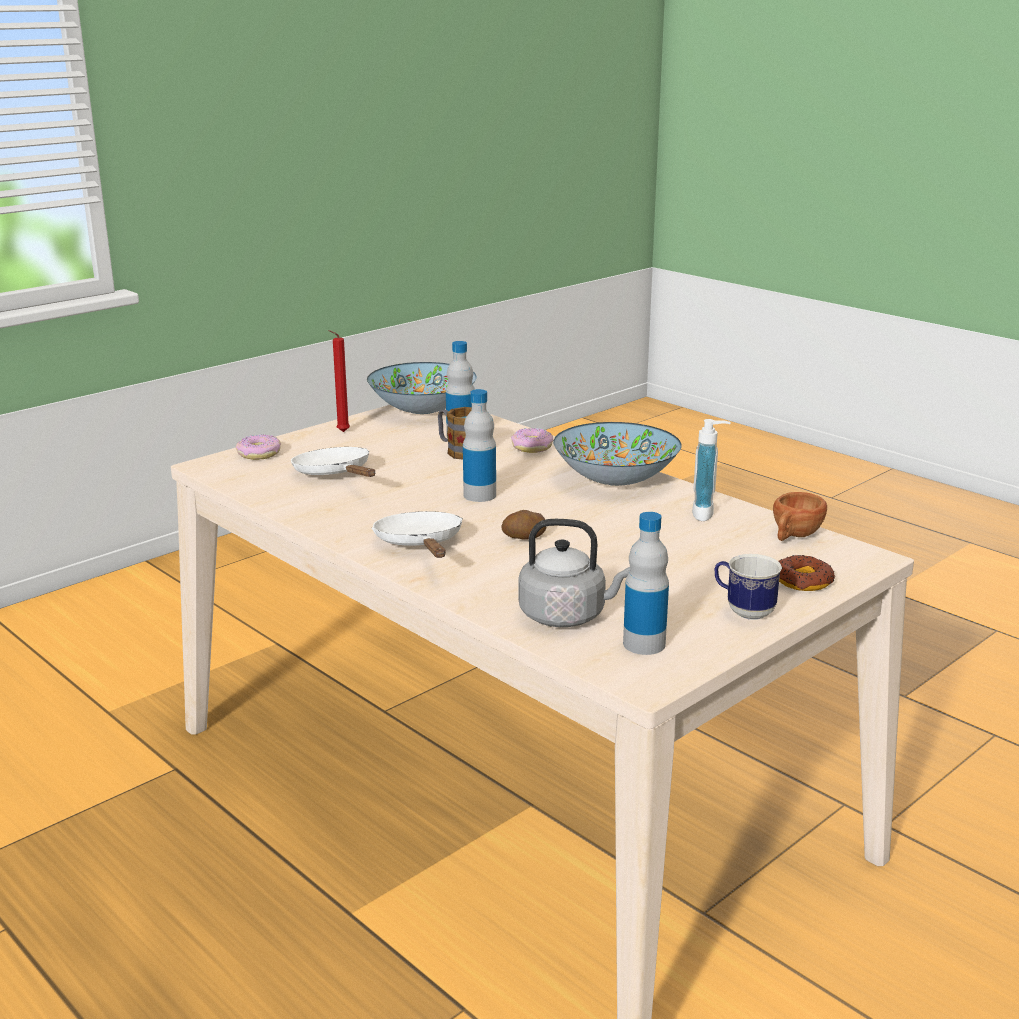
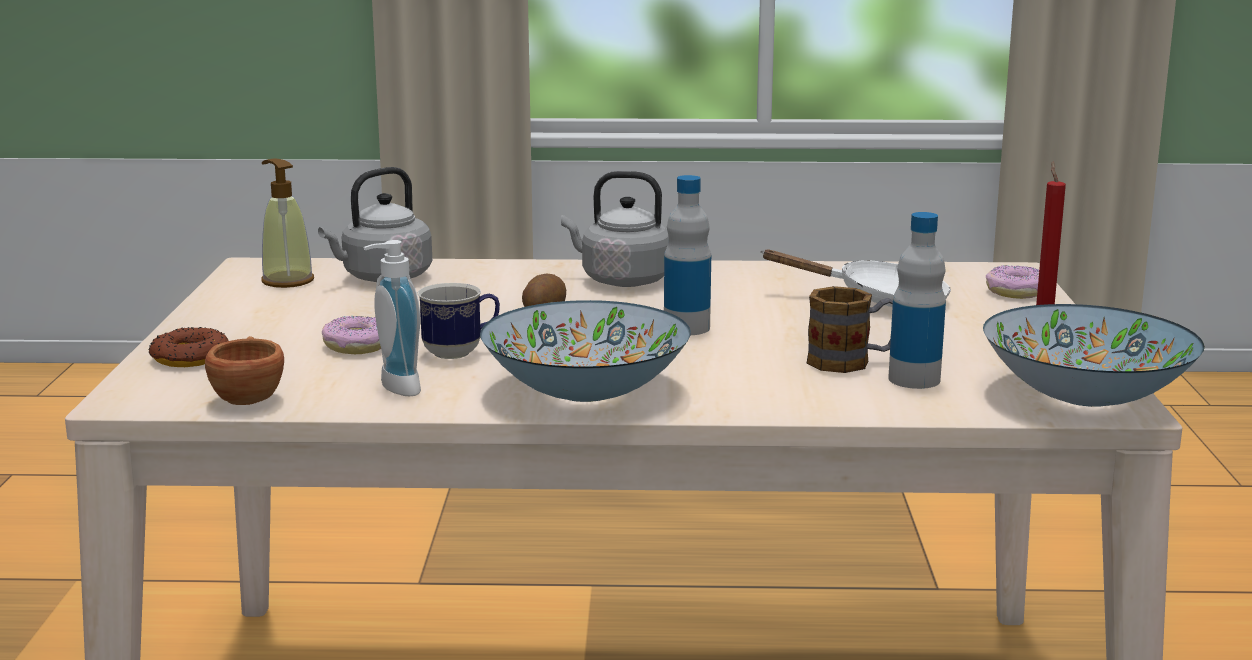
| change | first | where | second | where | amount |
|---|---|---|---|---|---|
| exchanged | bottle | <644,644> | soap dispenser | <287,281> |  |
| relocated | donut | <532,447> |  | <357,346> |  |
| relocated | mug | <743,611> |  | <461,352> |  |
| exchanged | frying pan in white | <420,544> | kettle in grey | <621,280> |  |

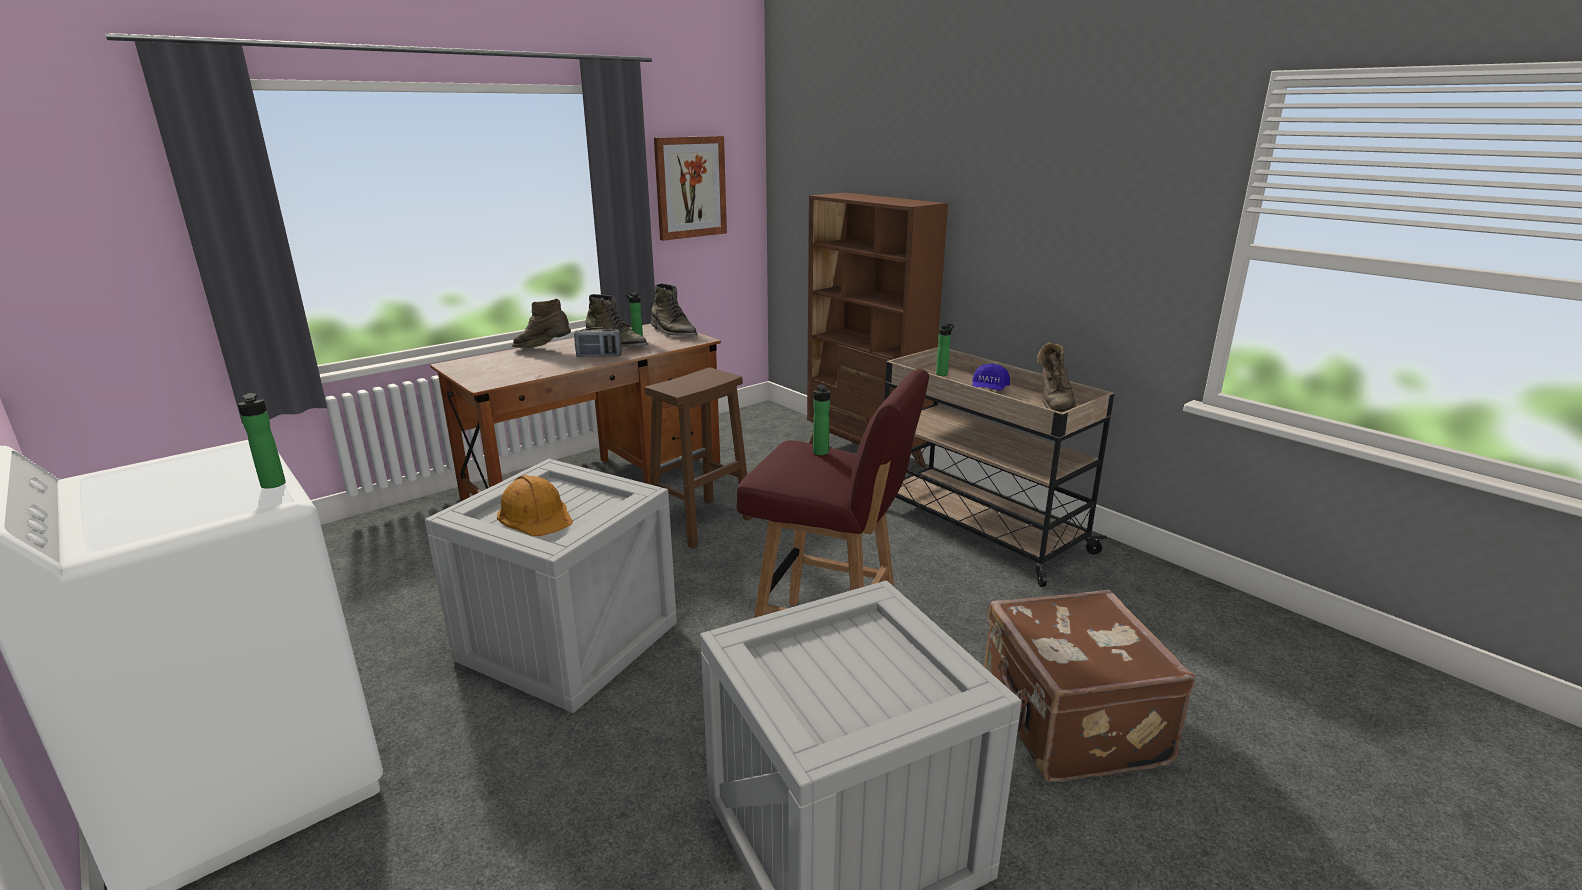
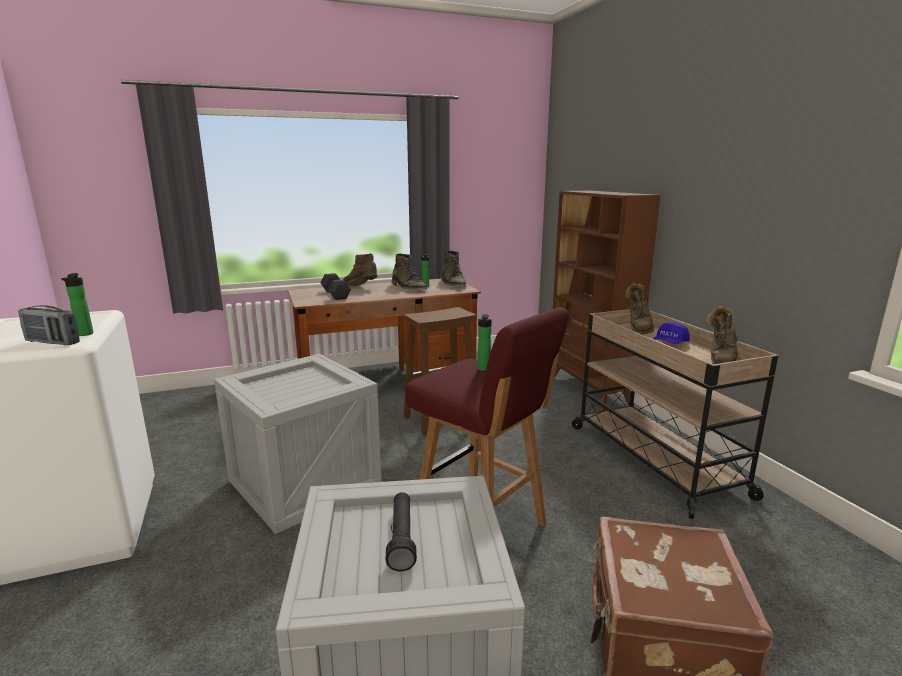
| change | first | where | second | where | amount |
|---|---|---|---|---|---|
| relocated | radio | <599,356> |  | <52,342> |  |
| appeared |  |  | dumbbell in grey | <335,294> |  |
| appeared |  |  | flashlight in black | <401,538> |  |
| exchanged | bottle | <943,374> | boot in brown | <638,328> |  |
| missing | hard hat in orange | <536,515> |  |  |  |
| missing | picture | <690,187> |  |  |  |

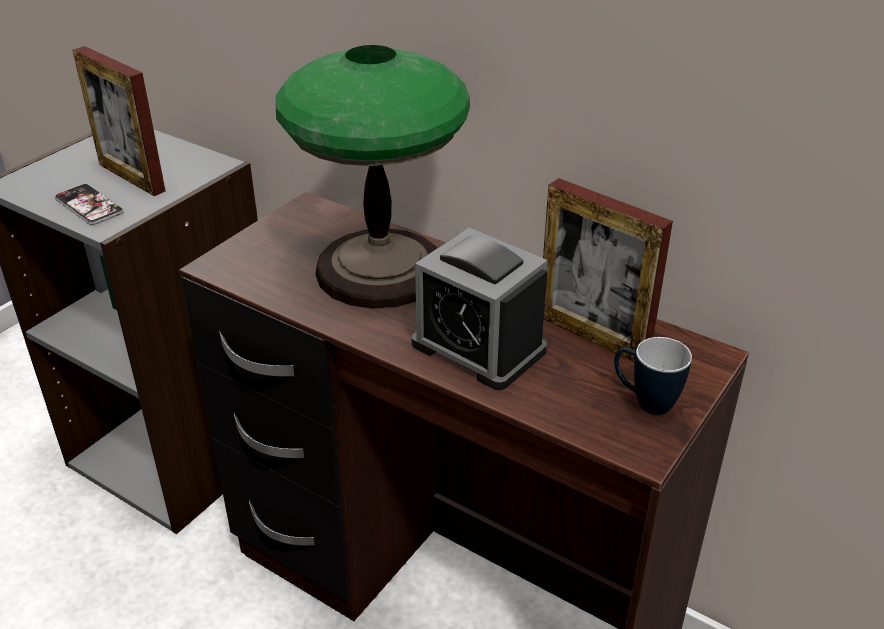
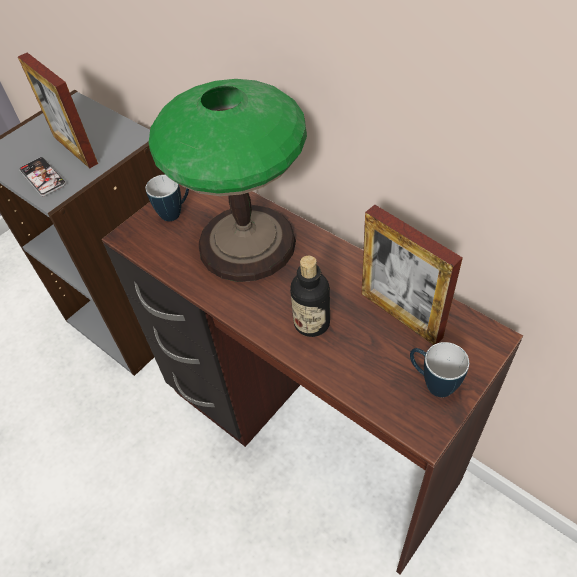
| change | first | where | second | where | amount |
|---|---|---|---|---|---|
| appeared |  |  | mug | <175,212> |  |
| exchanged | alarm clock | <478,347> | bottle | <312,323> |  |

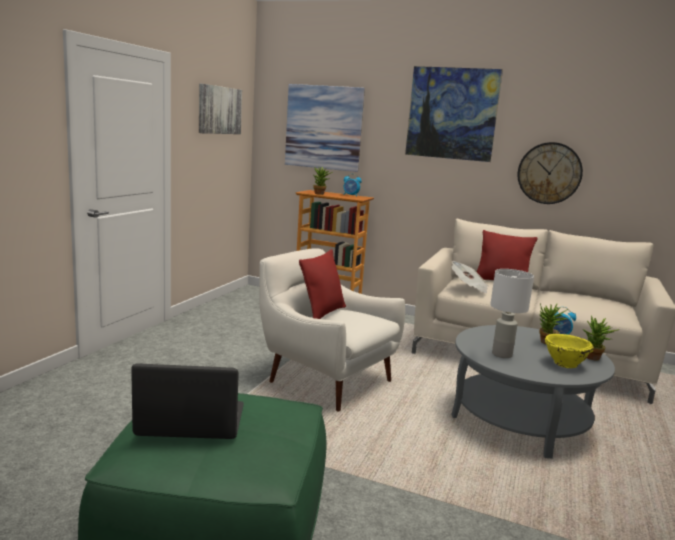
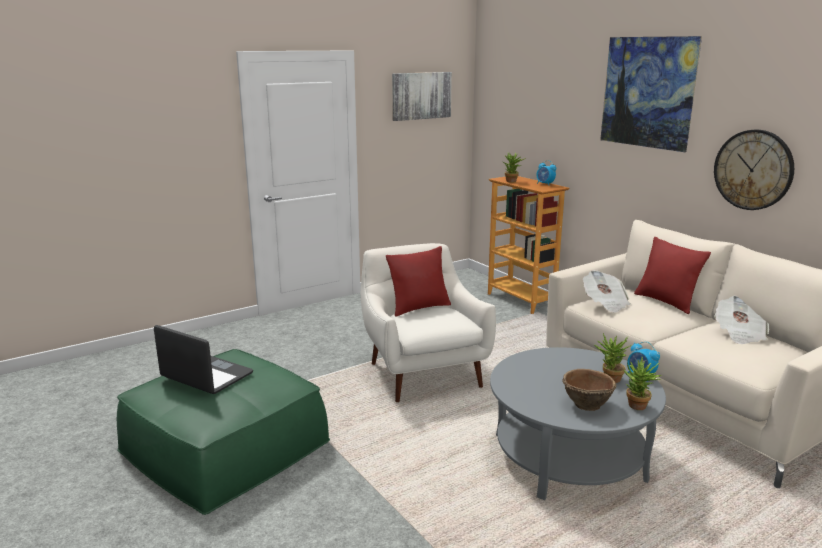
| change | first | where | second | where | amount |
|---|---|---|---|---|---|
| colour | bowl in yellow | <564,364> | bowl in brown | <586,404> |  |
| appeared |  |  | newspaper | <739,333> |  |
| missing | picture | <323,127> |  |  |  |
| missing | table lamp in white | <501,354> |  |  |  |

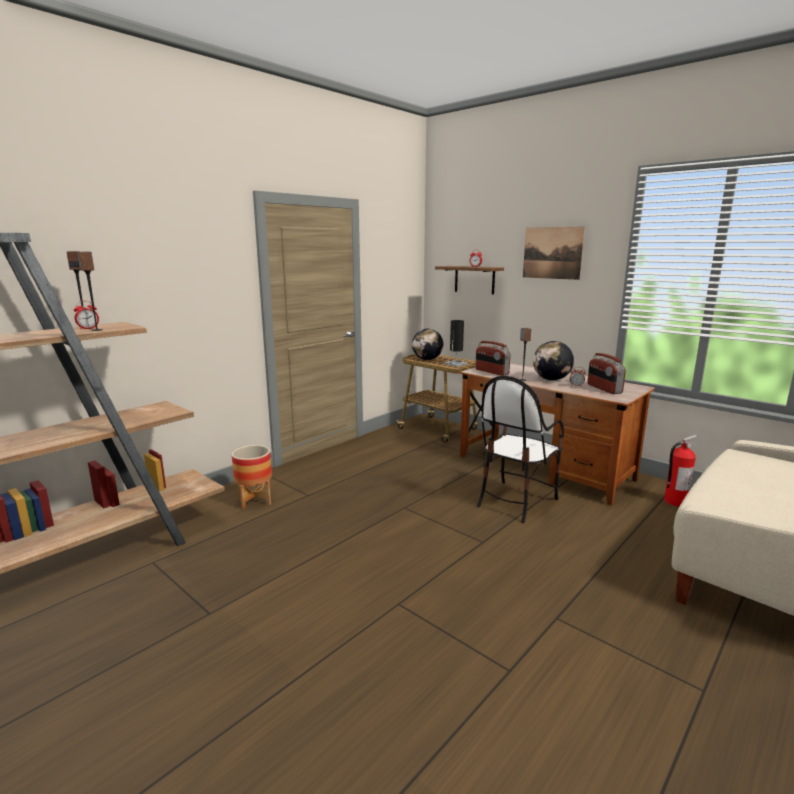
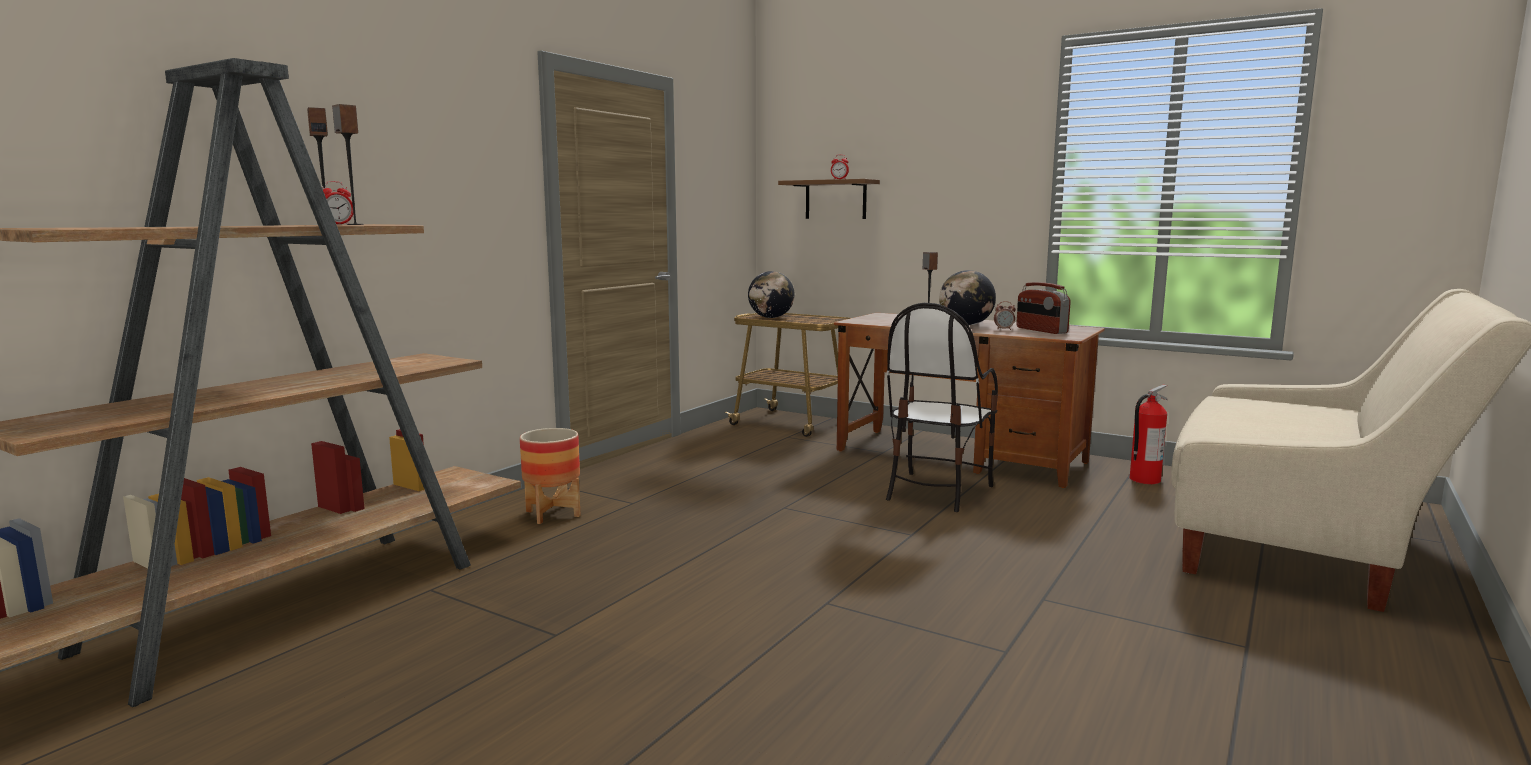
| change | first | where | second | where | amount |
|---|---|---|---|---|---|
| missing | table lamp in black | <455,364> |  |  |  |
| missing | radio | <491,372> |  |  |  |
| missing | picture | <552,253> |  |  |  |

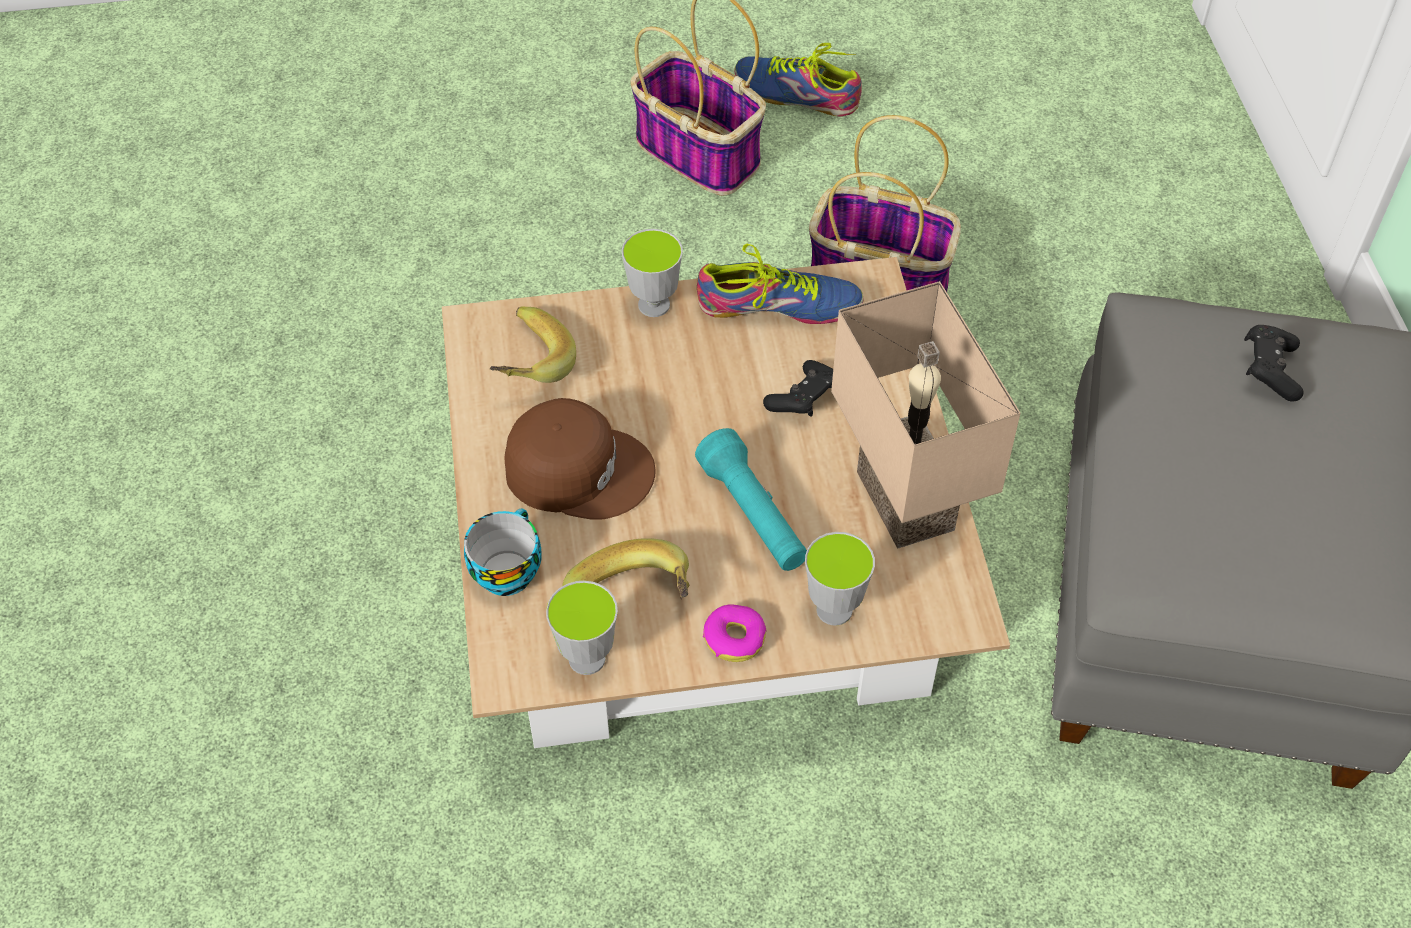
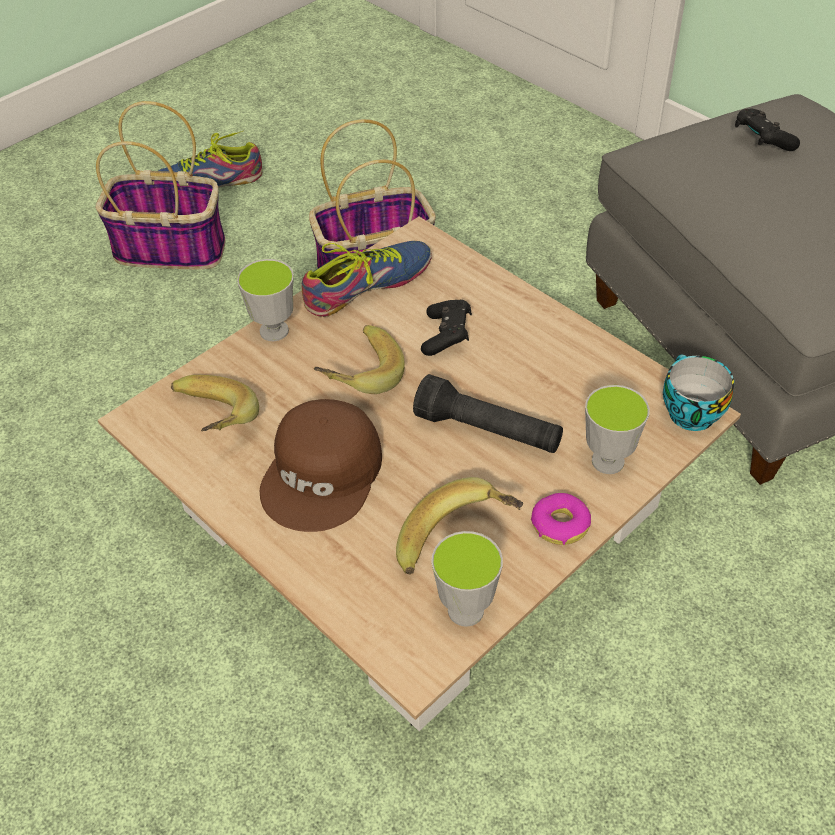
| change | first | where | second | where | amount |
|---|---|---|---|---|---|
| spun | cap in brown | <578,468> |  | <324,474> | 135 degrees clockwise |
| appeared |  |  | banana | <357,377> |  |
| colour | flashlight in turquoise | <753,515> | flashlight in black | <488,431> |  |
| relocated | cup | <506,570> |  | <688,412> |  |
| missing | table lamp in beige | <899,501> |  |  |  |

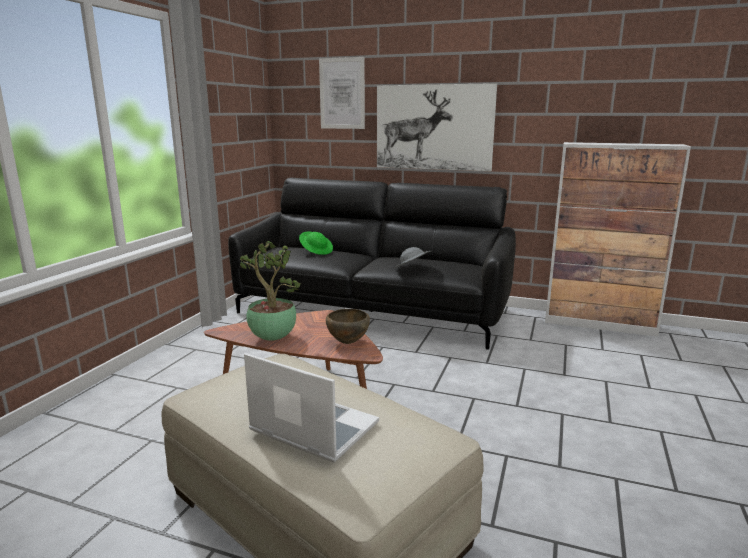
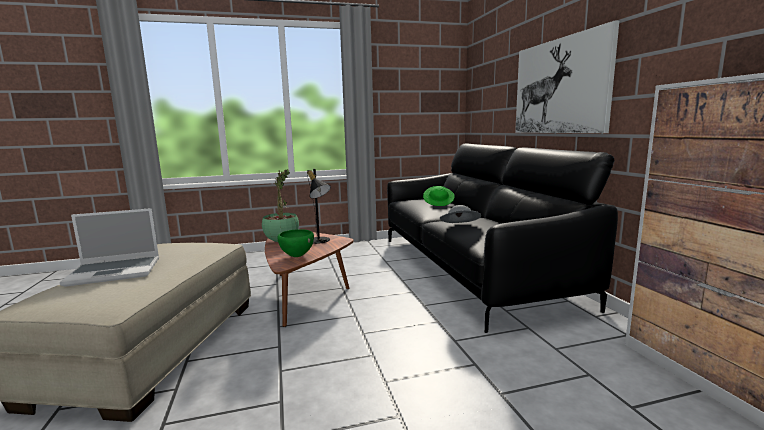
| change | first | where | second | where | amount |
|---|---|---|---|---|---|
| spun | laptop | <312,428> |  | <116,271> | 75 degrees clockwise |
| colour | bowl in brown | <347,342> | bowl in green | <296,256> |  |
| appeared |  |  | table lamp in black | <320,241> |  |
| missing | picture | <342,93> |  |  |  |

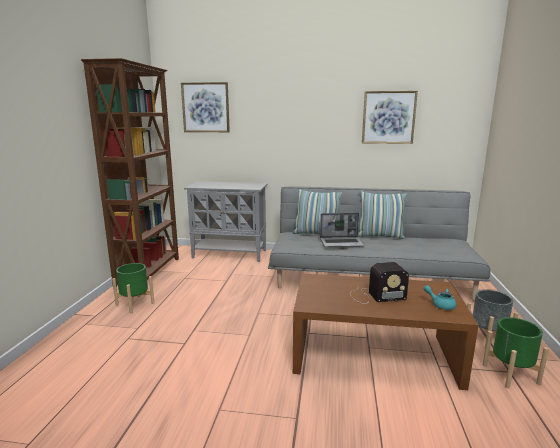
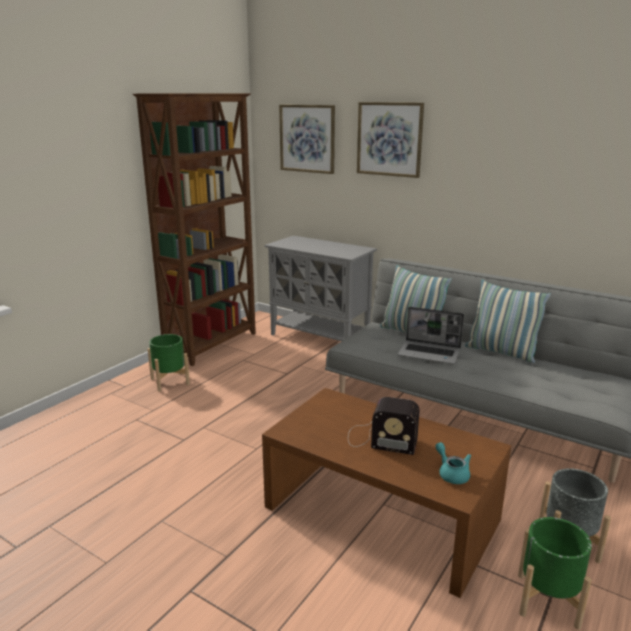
| change | first | where | second | where | amount |
|---|---|---|---|---|---|
| relocated | picture | <388,117> |  | <389,139> |  |

